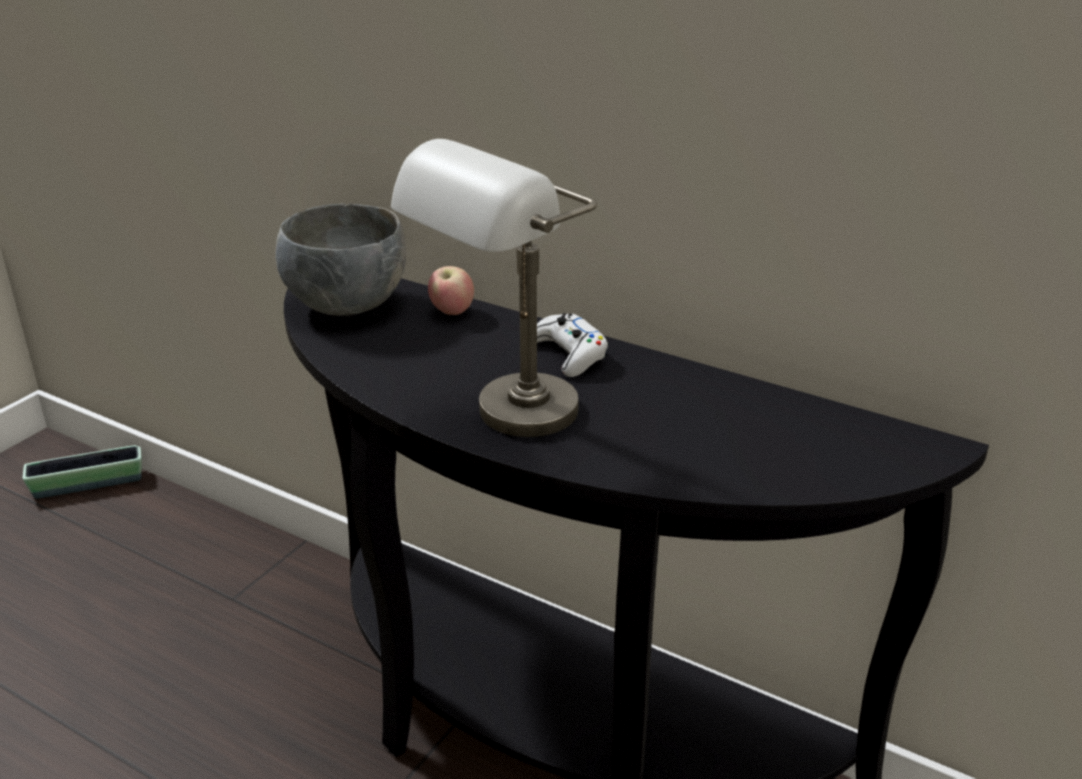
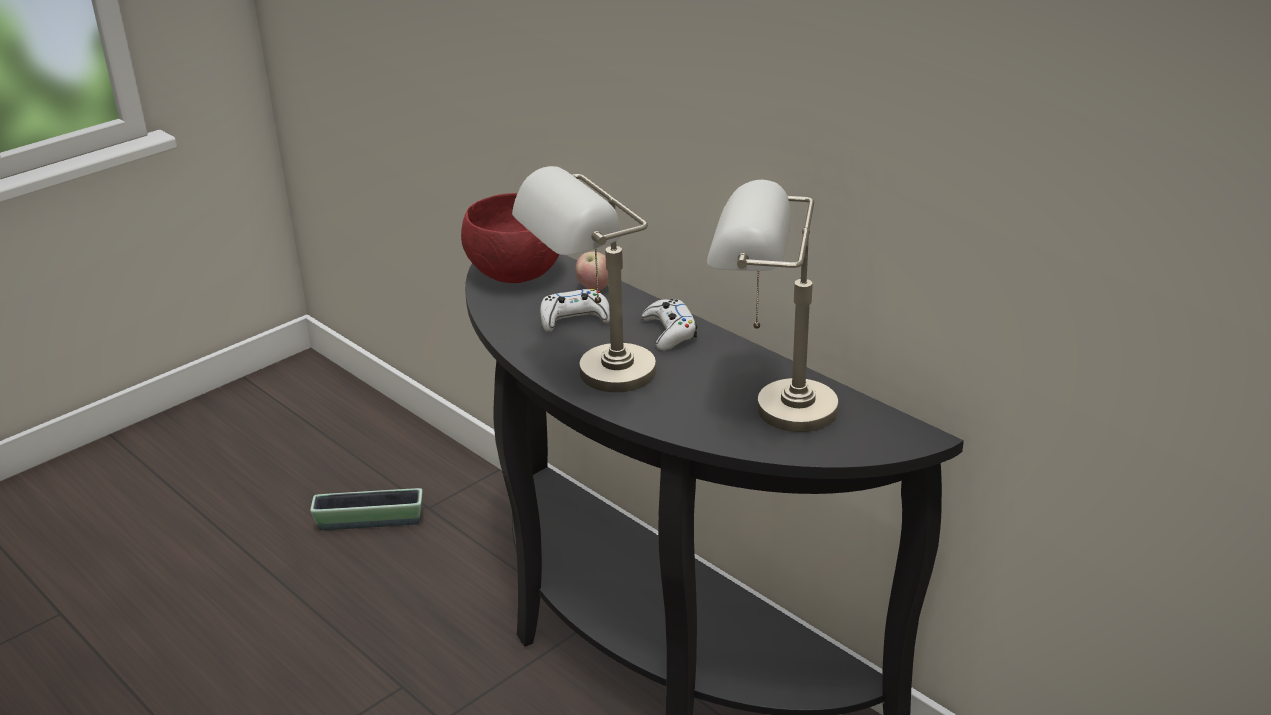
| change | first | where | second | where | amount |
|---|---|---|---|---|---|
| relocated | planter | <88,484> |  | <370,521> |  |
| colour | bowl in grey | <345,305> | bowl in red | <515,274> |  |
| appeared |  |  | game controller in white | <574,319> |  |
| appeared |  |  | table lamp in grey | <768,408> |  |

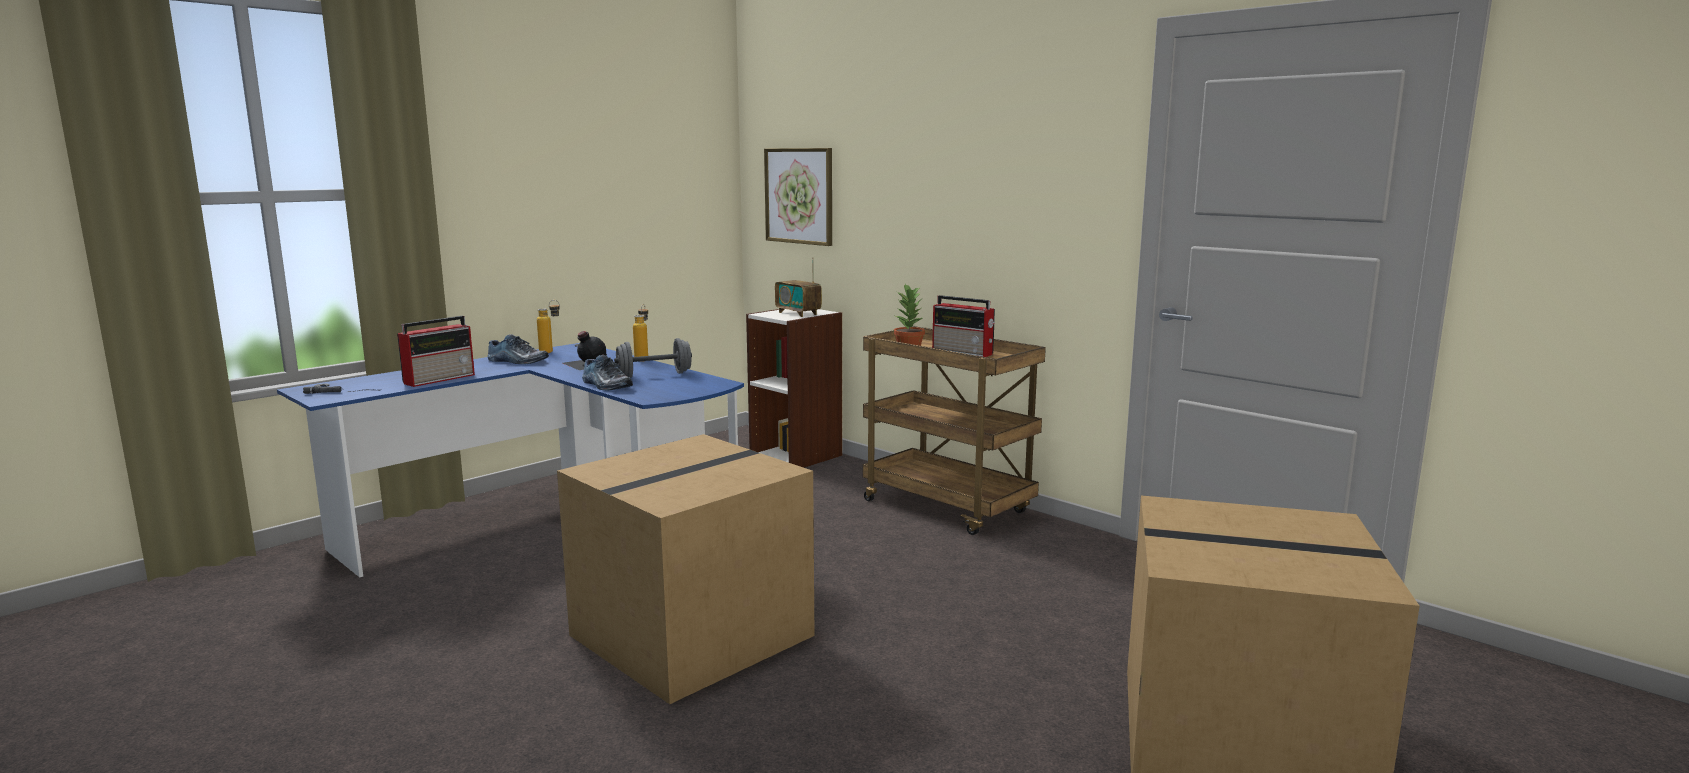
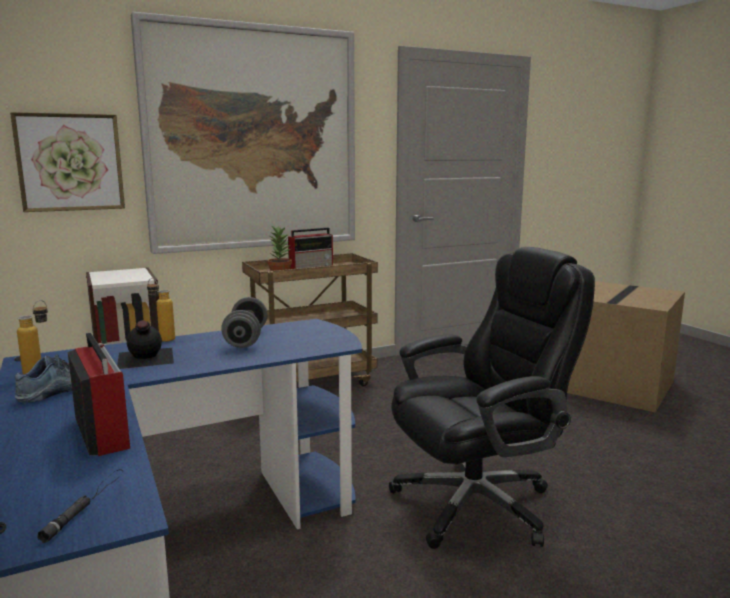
| change | first | where | second | where | amount |
|---|---|---|---|---|---|
| appeared |  |  | picture | <253,139> |  |
| exchanged | cardboard box | <691,637> | office chair in black | <477,503> |  |
| missing | shoe | <605,385> |  |  |  |
| missing | radio | <798,313> |  |  |  |

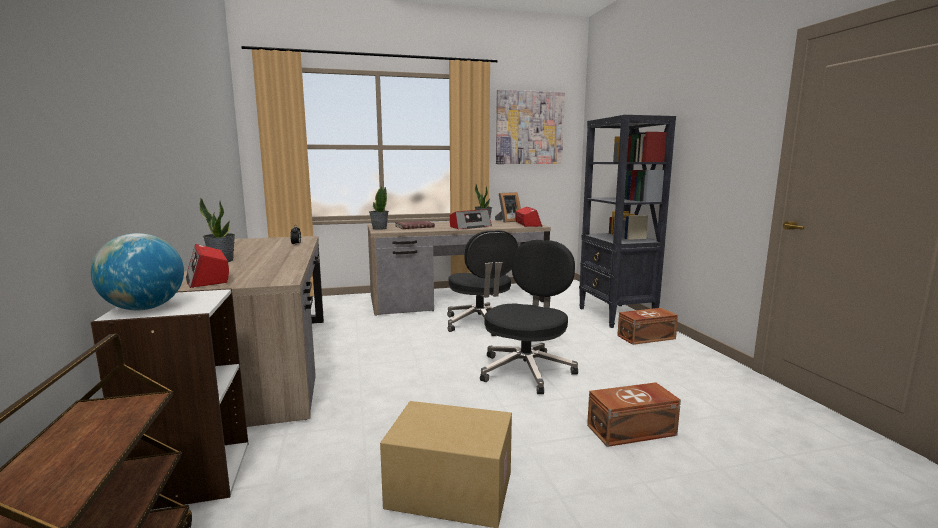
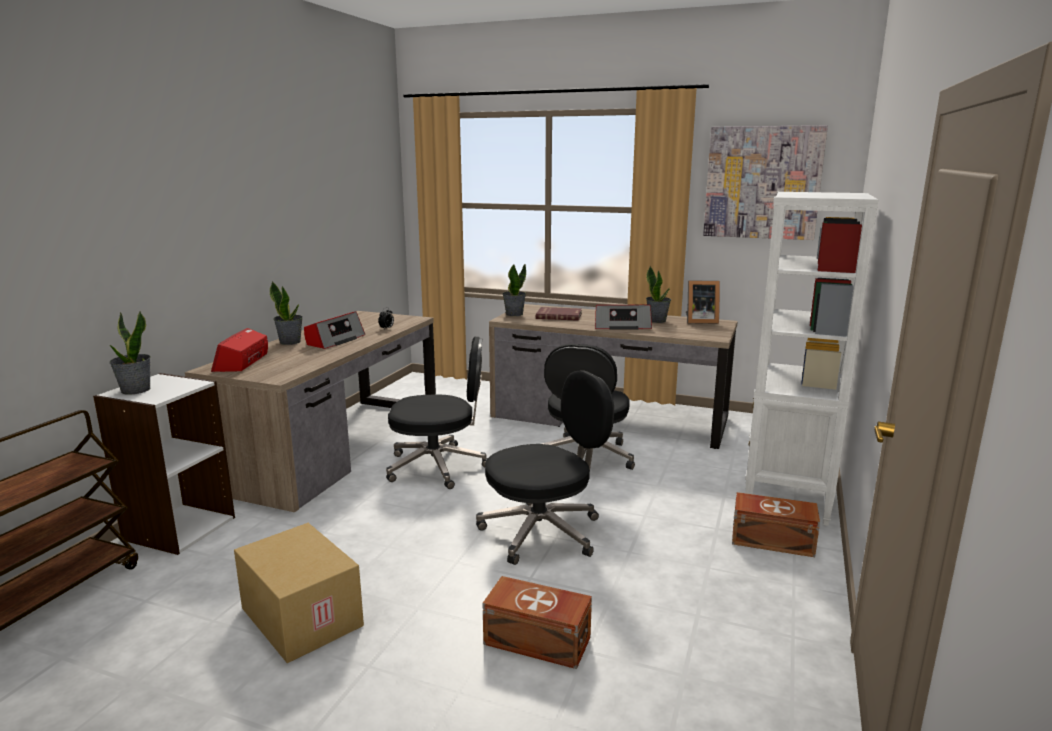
| change | first | where | second | where | amount |
|---|---|---|---|---|---|
| exchanged | globe | <144,308> | potted plant | <135,390> |  |
| relocated | radio | <527,224> |  | <335,340> |  |
| appeared |  |  | office chair in black | <438,466> |  |
| colour | bookcase in black | <616,316> | bookcase in white | <786,496> |  |

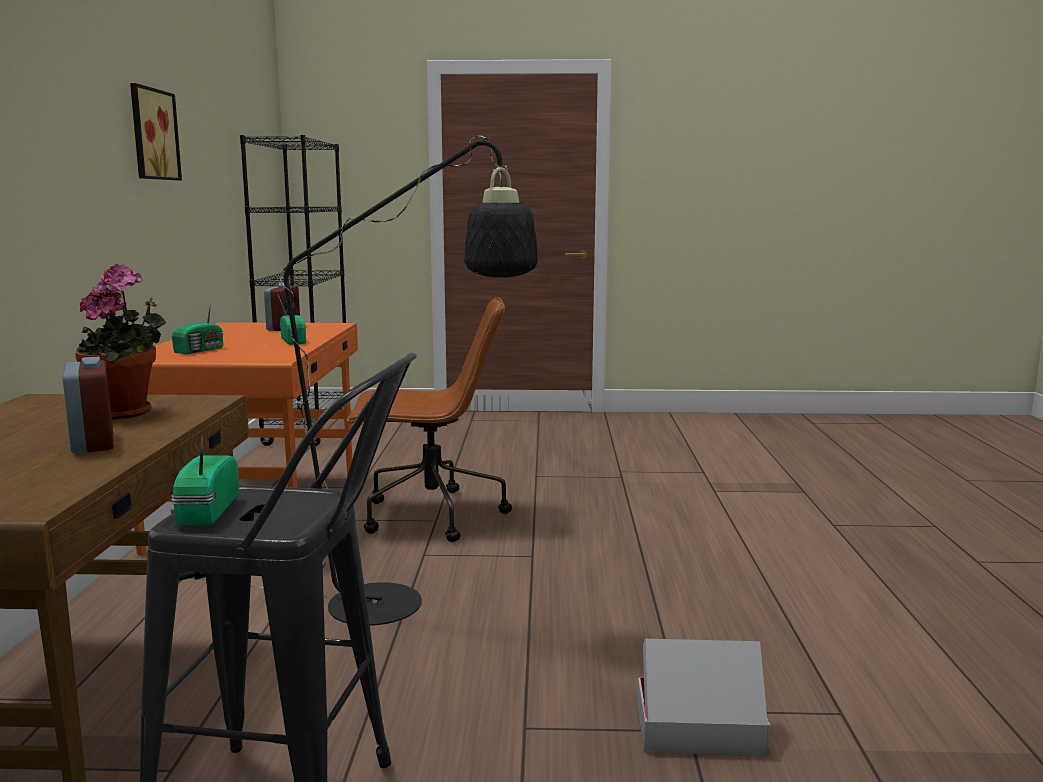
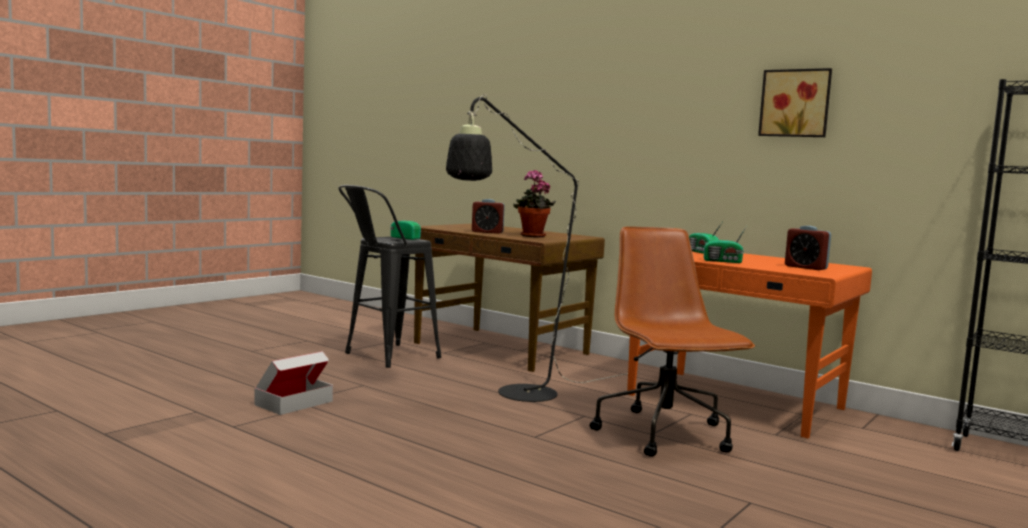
| change | first | where | second | where | amount |
|---|---|---|---|---|---|
| spun | office chair in brown | <430,516> |  | <665,435> | 135 degrees clockwise |

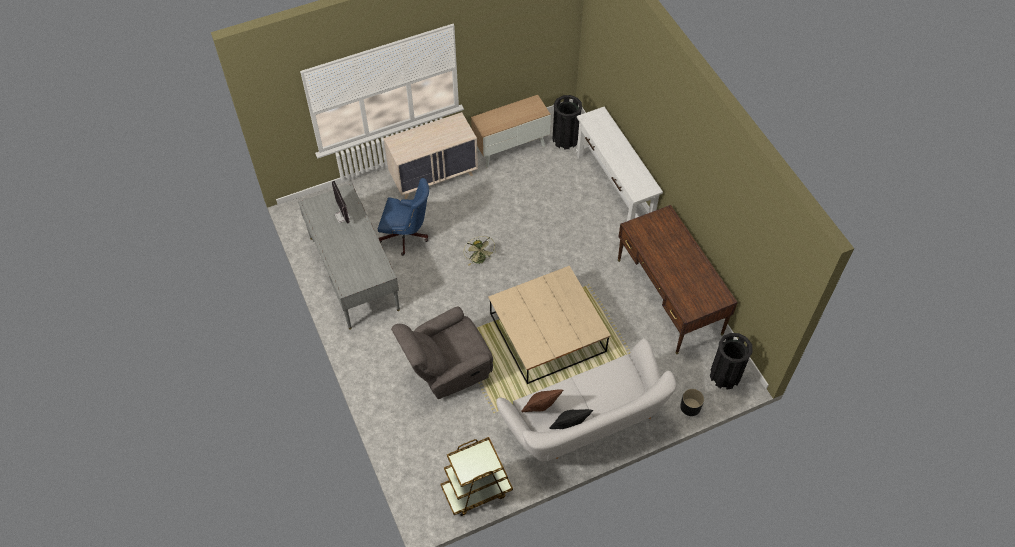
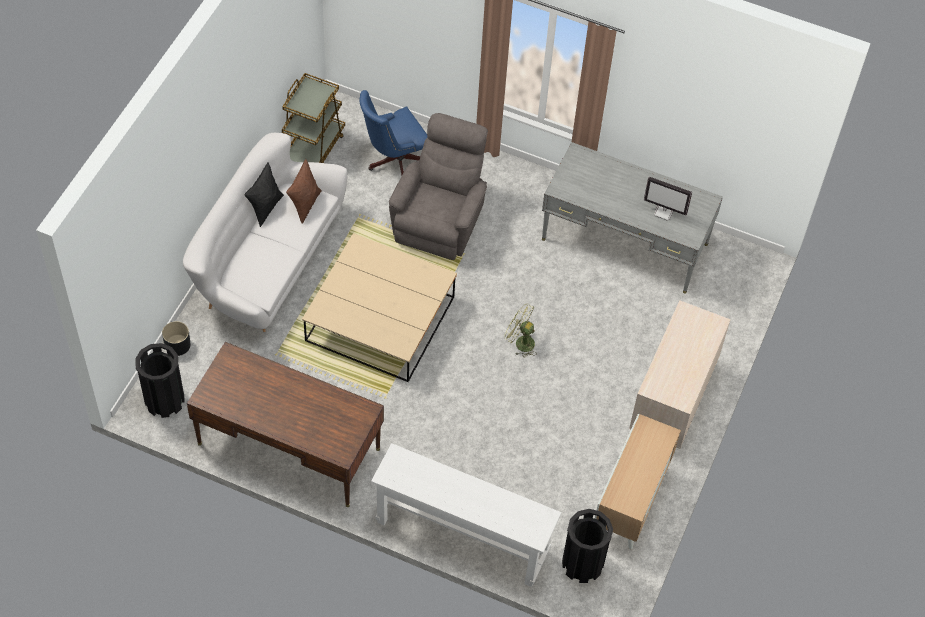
| change | first | where | second | where | amount |
|---|---|---|---|---|---|
| relocated | office chair in blue | <407,236> |  | <394,161> |  |

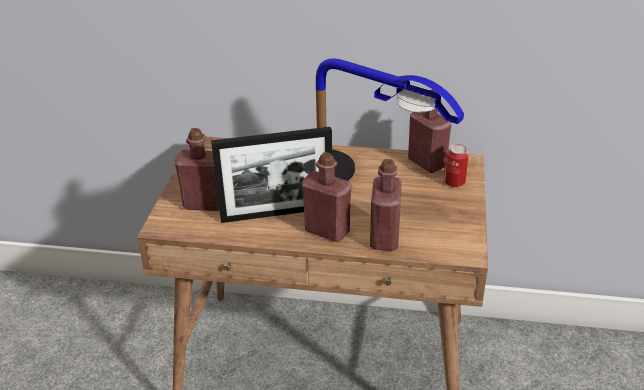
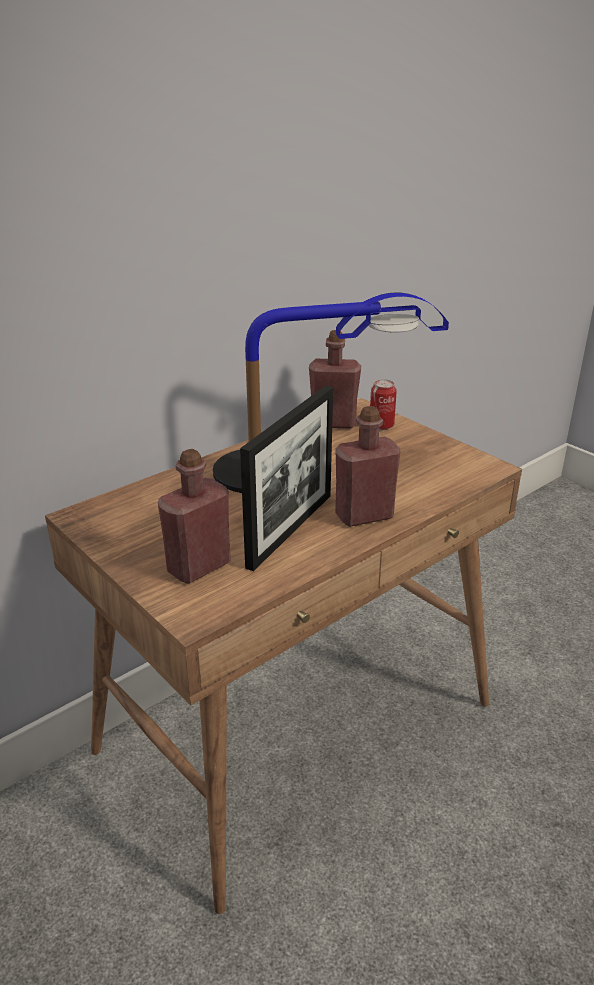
| change | first | where | second | where | amount |
|---|---|---|---|---|---|
| missing | bottle in red | <384,238> |  |  |  |

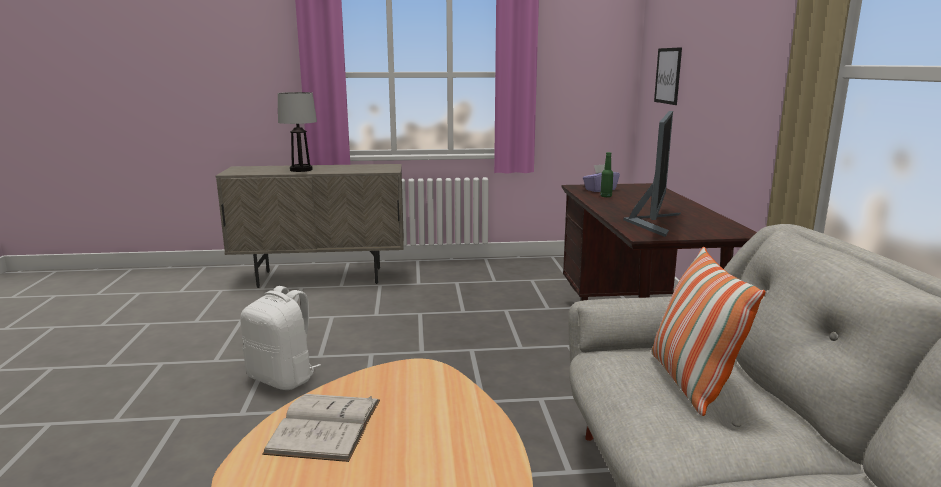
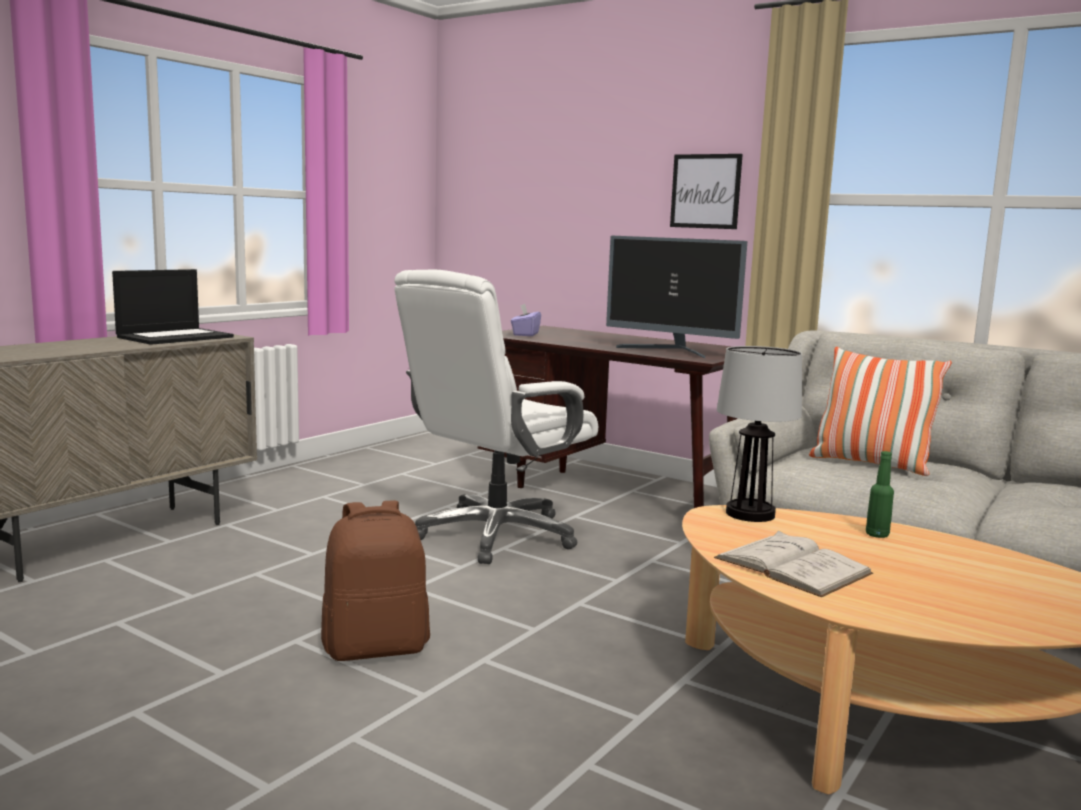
| change | first | where | second | where | amount |
|---|---|---|---|---|---|
| appeared |  |  | laptop | <175,337> |  |
| colour | backpack in white | <283,378> | backpack in brown | <376,647> |  |
| appeared |  |  | office chair in white | <495,535> |  |
| spun | monitor | <652,222> |  | <671,351> | 150 degrees clockwise |
| relocated | picture | <668,76> |  | <705,191> |  |
| relocated | table lamp | <300,170> |  | <750,514> |  |
| relocated | bottle in green | <606,196> |  | <877,535> |  |

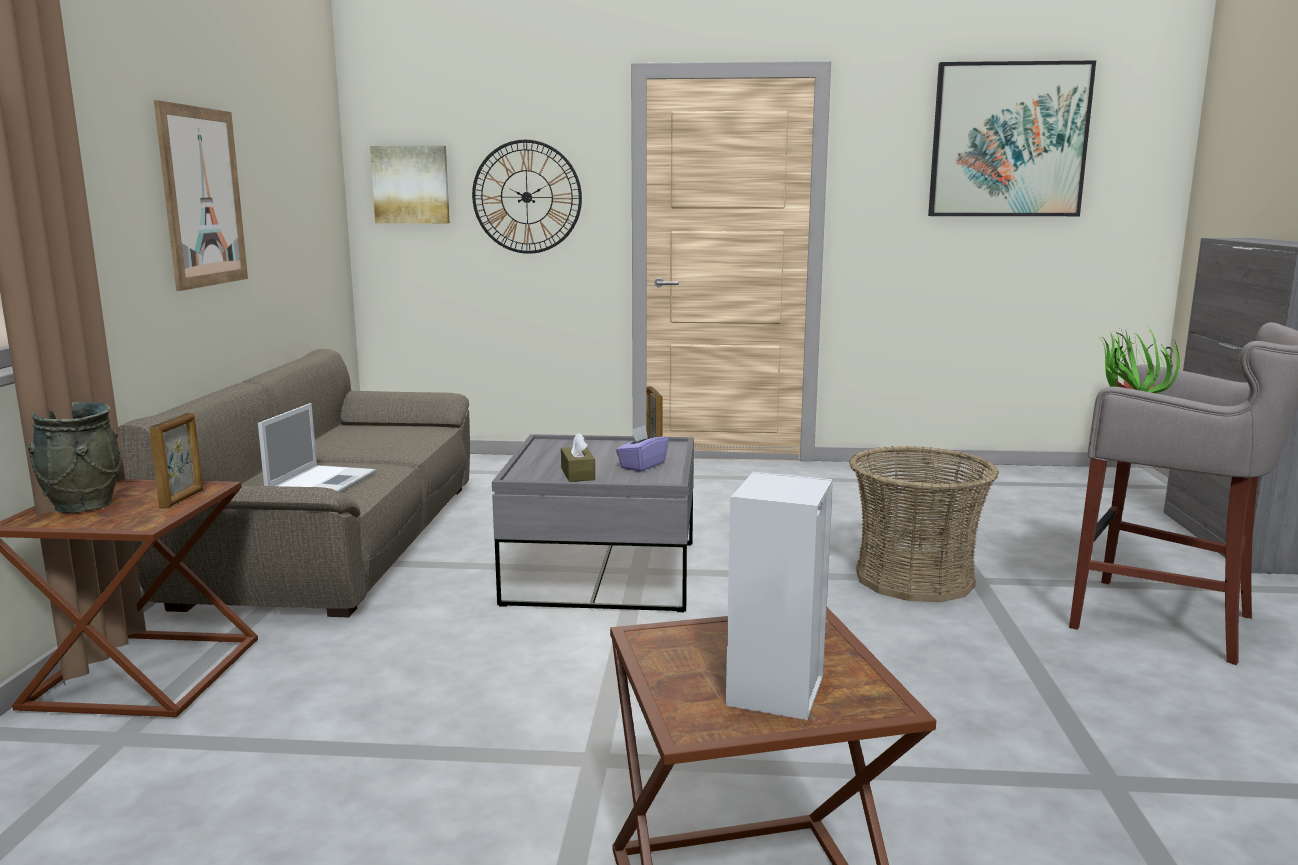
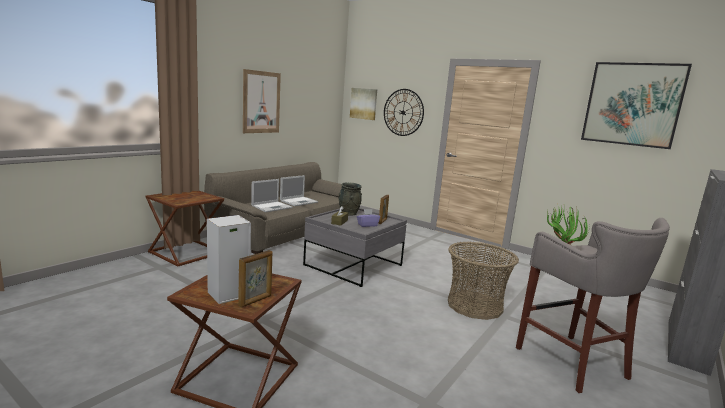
| change | first | where | second | where | amount |
|---|---|---|---|---|---|
| relocated | picture frame | <182,499> |  | <255,301> |  |
| appeared |  |  | laptop | <299,201> |  |
| relocated | vase in grey | <82,505> |  | <348,213> |  |

